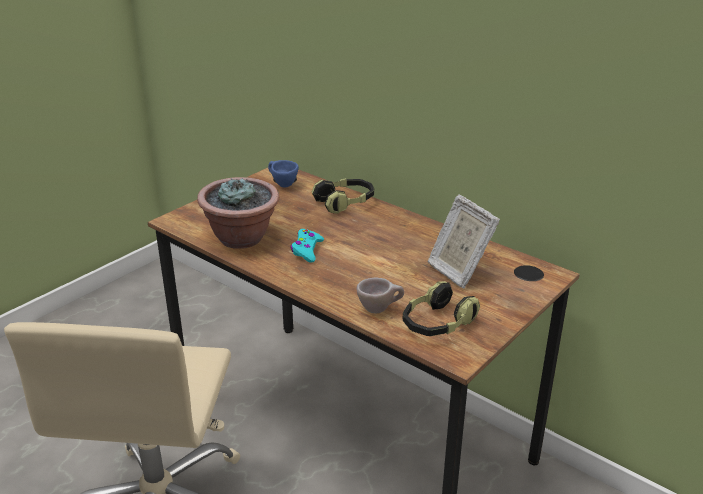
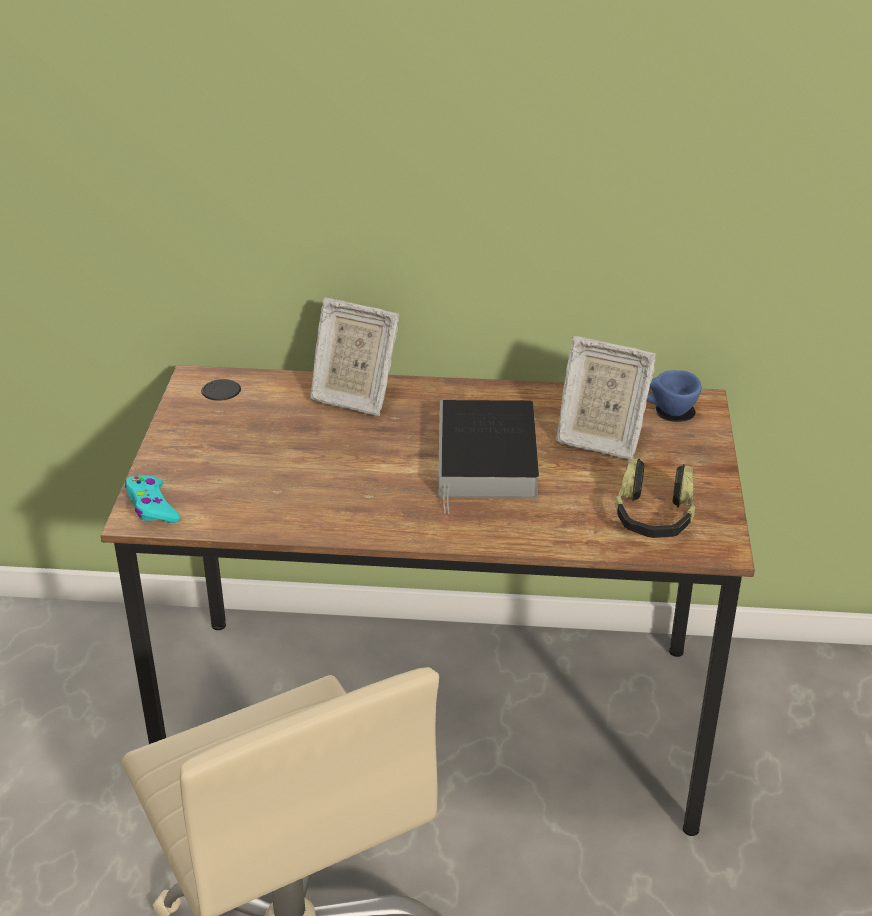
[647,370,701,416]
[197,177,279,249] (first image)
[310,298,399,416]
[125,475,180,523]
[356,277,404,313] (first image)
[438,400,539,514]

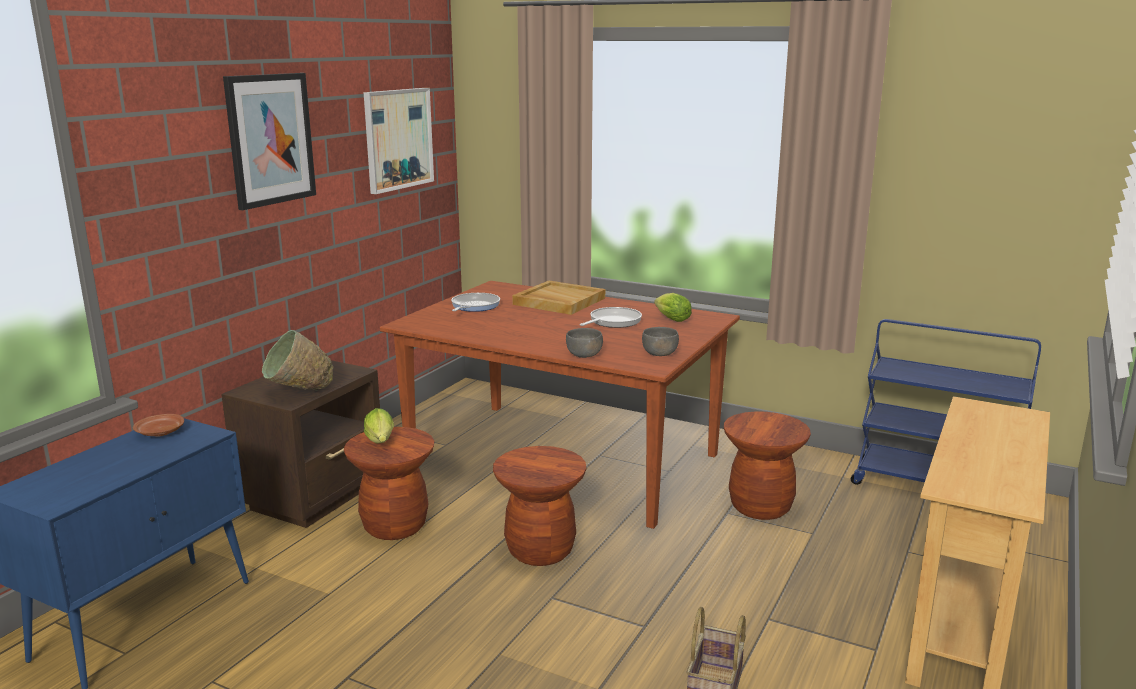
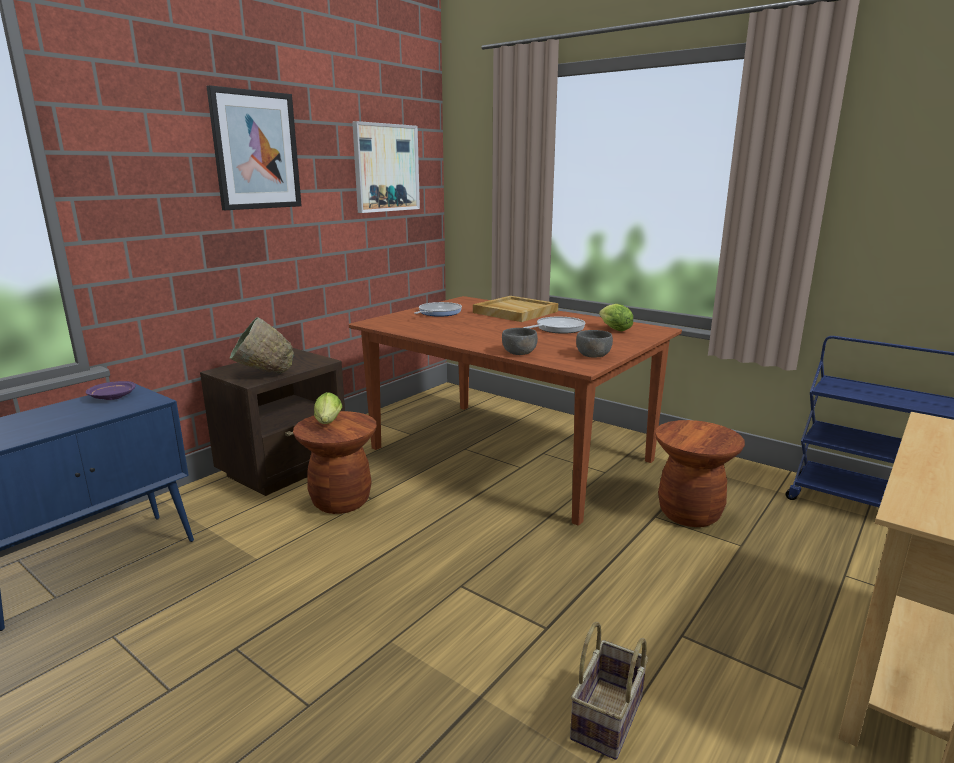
[86,381,136,400]
[493,446,586,566] (first image)

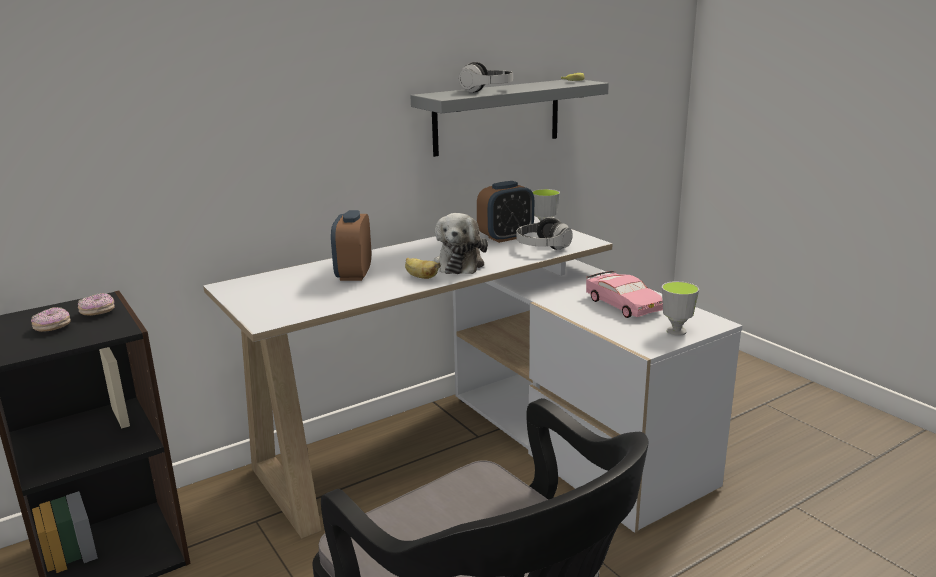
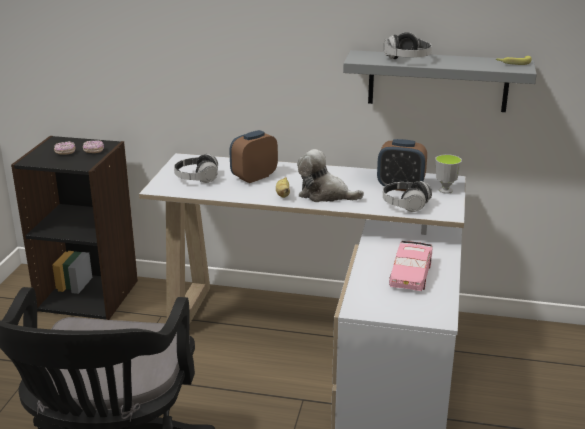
[297,149,364,202]
[662,281,699,336] (first image)
[174,154,219,183]

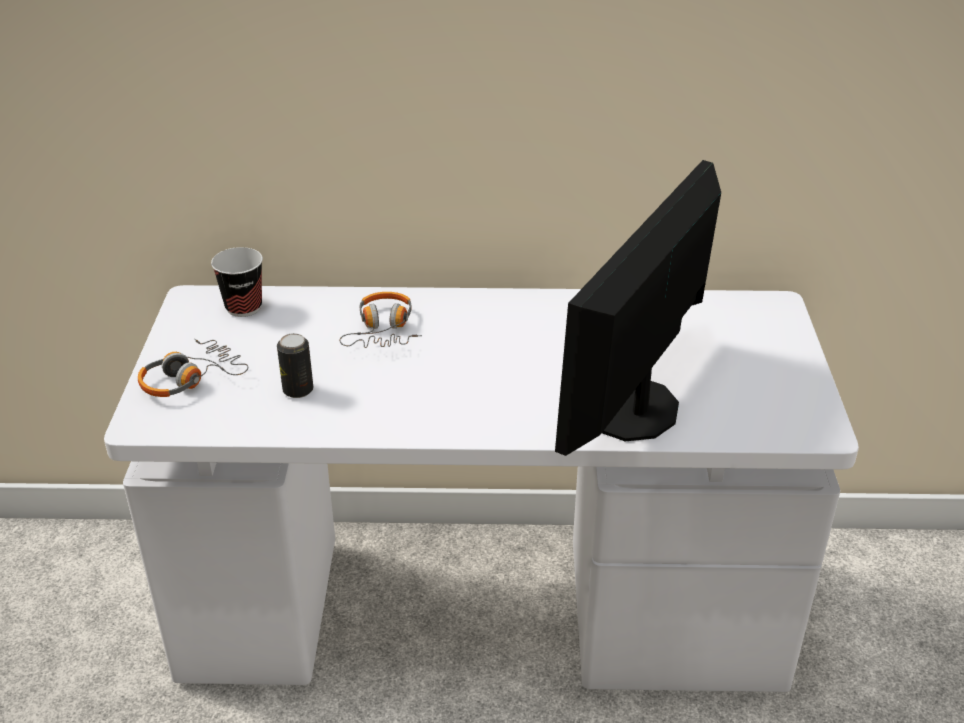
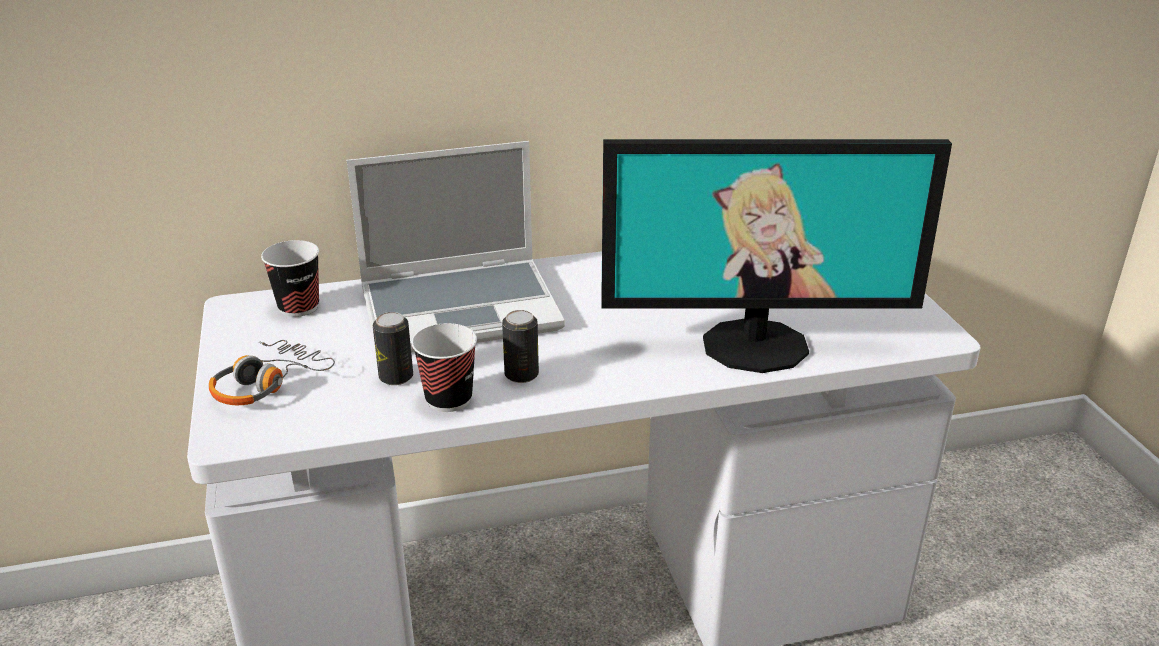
[601,139,952,373]
[347,141,565,353]
[502,310,539,383]
[412,323,477,412]

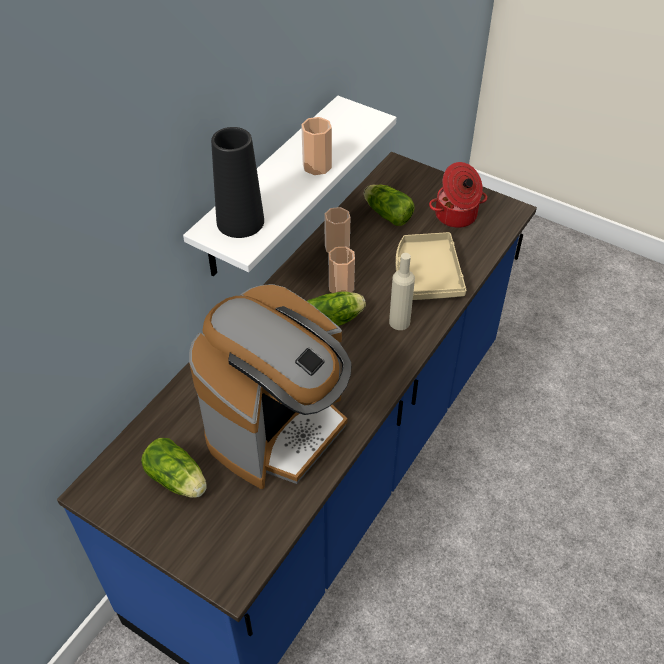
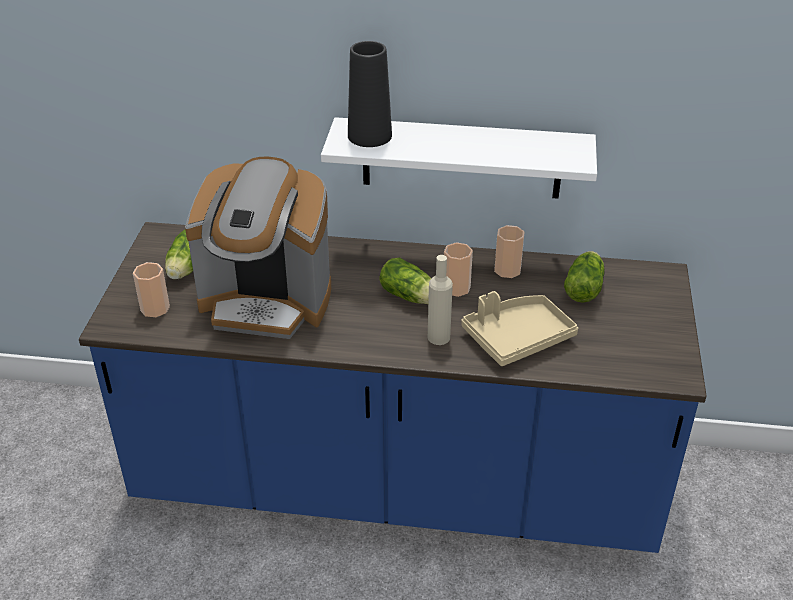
[133,262,170,317]
[429,162,487,228] (first image)

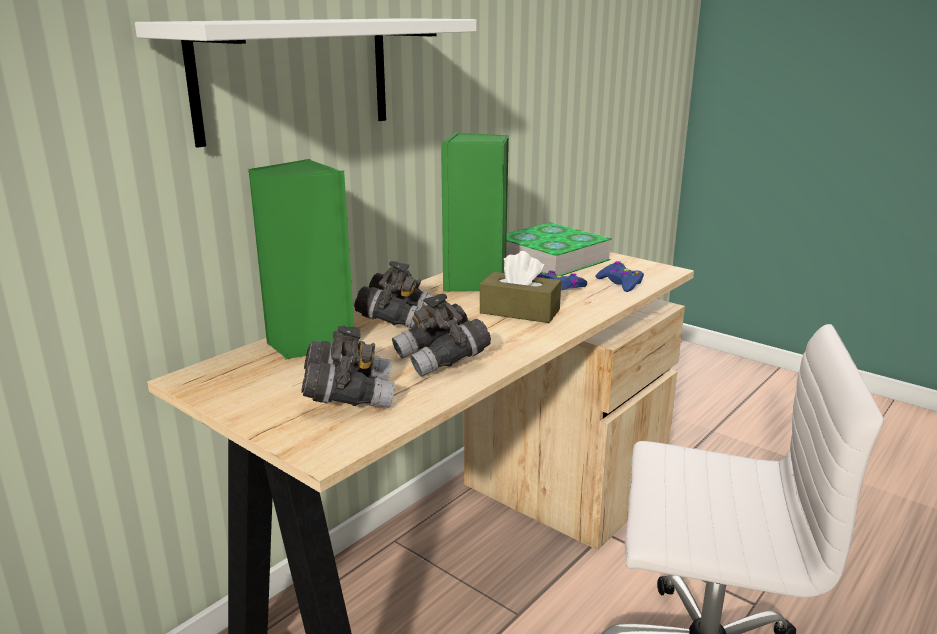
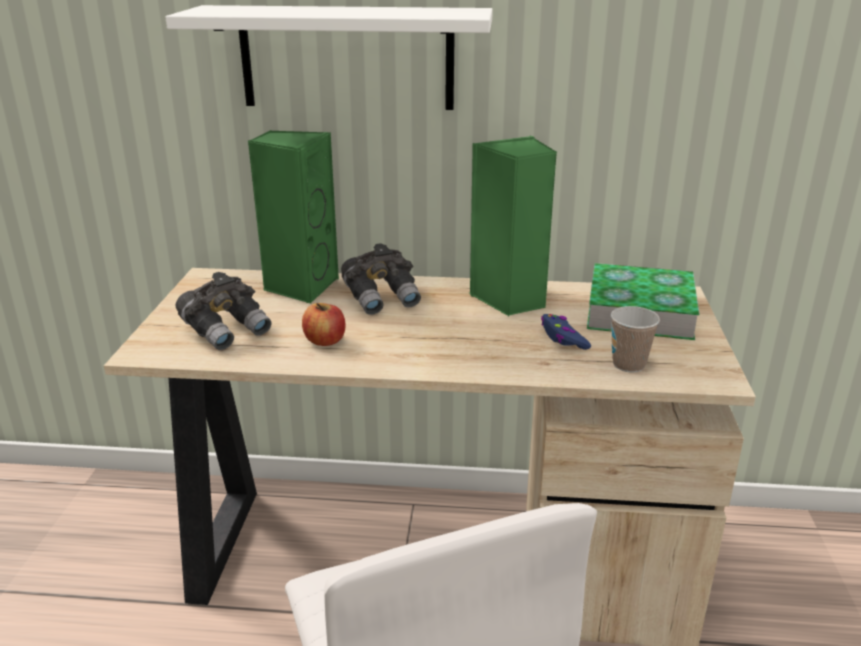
[480,251,561,323] (first image)
[611,306,660,373]
[302,303,346,346]

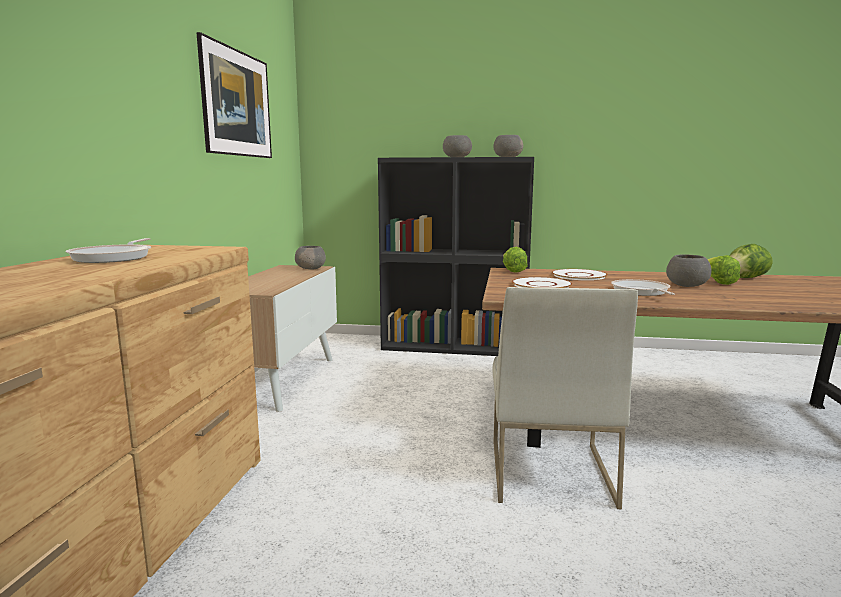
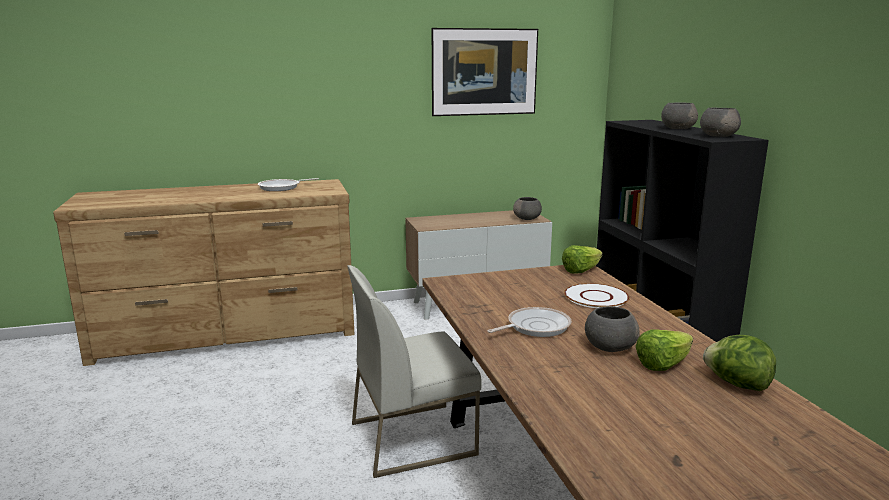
[511,277,572,288] (first image)

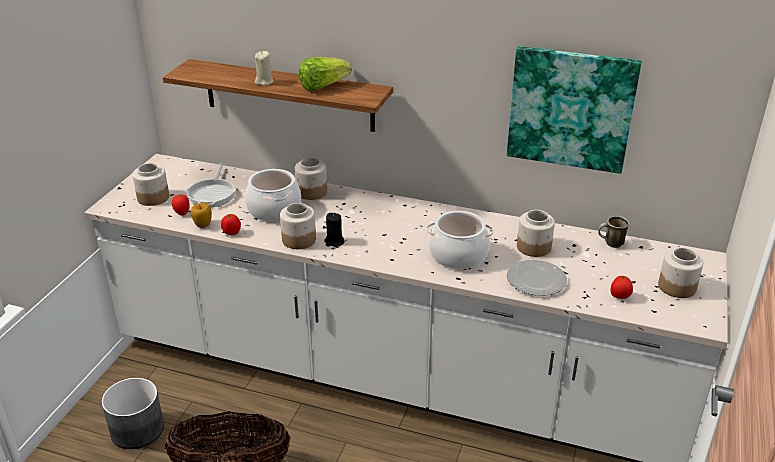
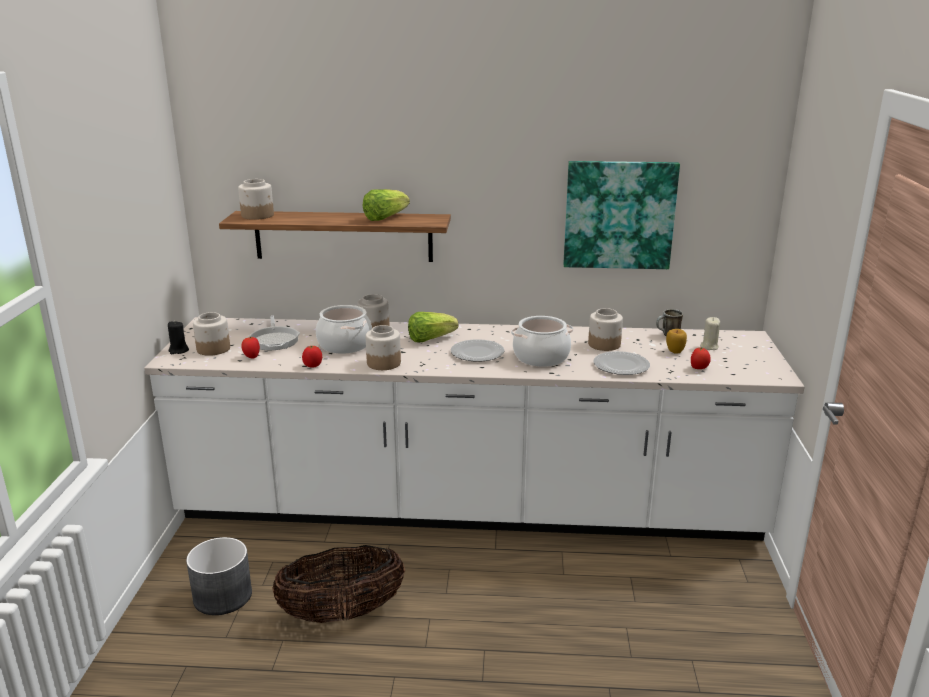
[700,317,720,350]
[666,329,687,354]
[168,321,189,354]
[238,179,274,220]
[408,312,458,342]
[450,339,505,362]

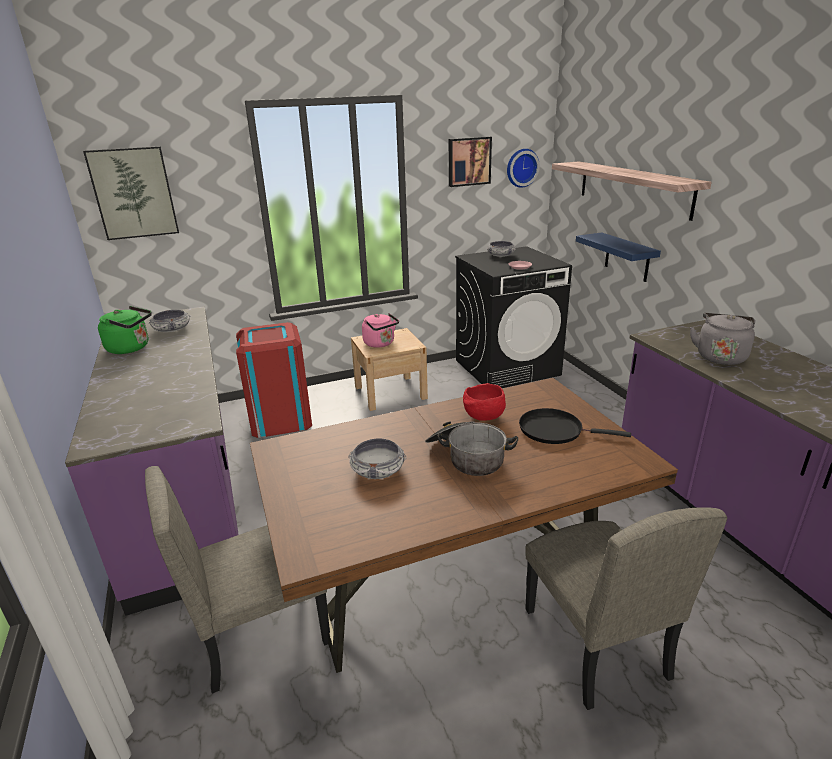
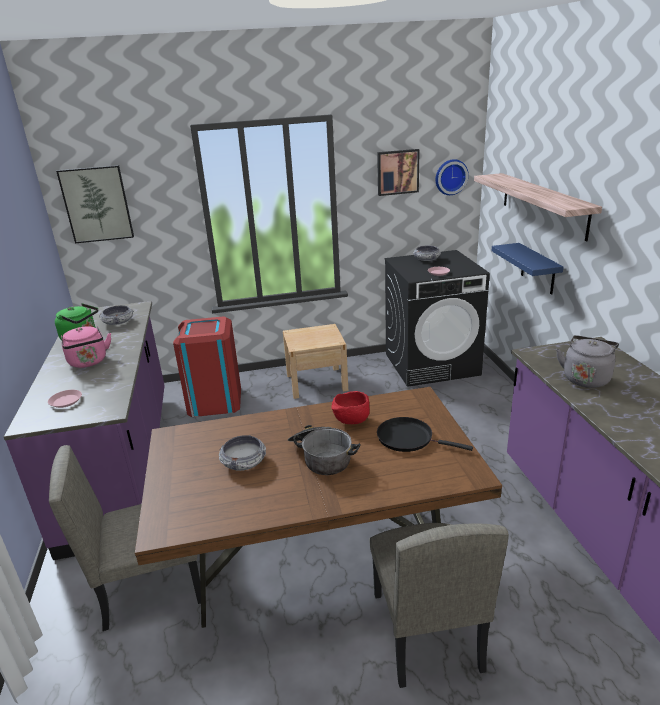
[61,326,111,368]
[48,390,82,408]

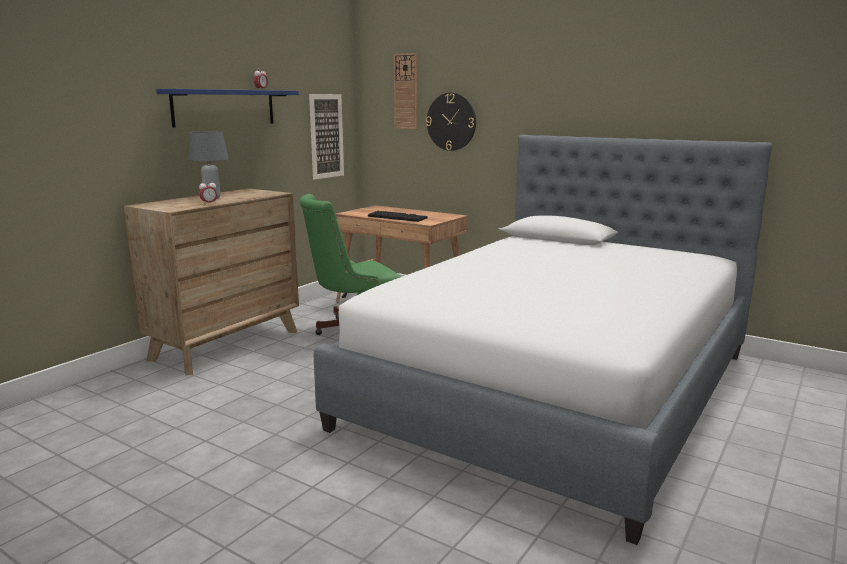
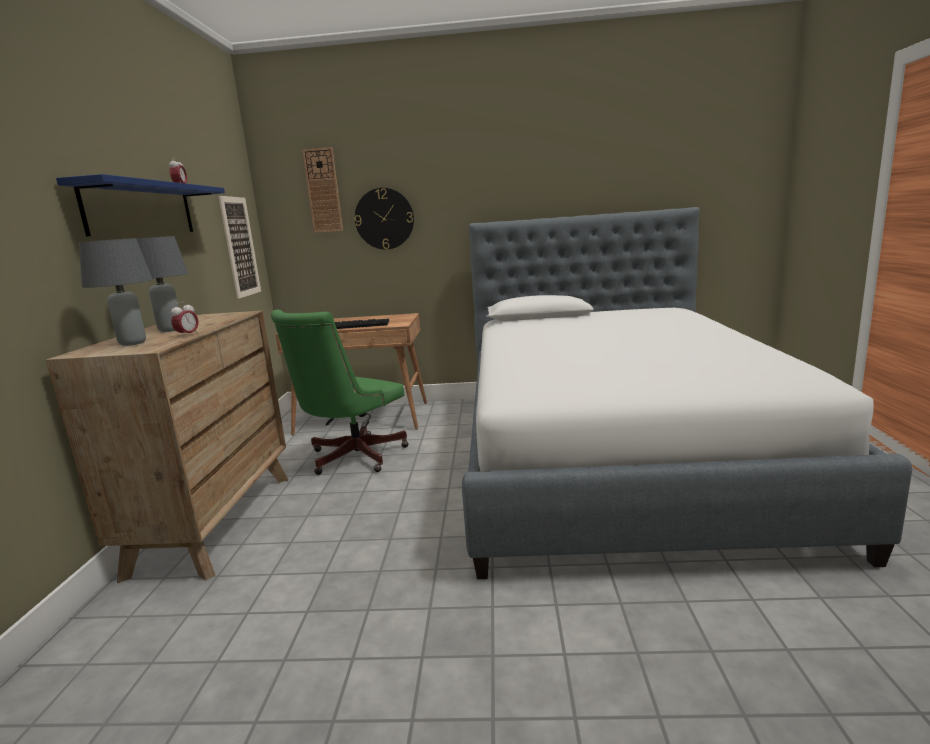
[79,238,153,346]

